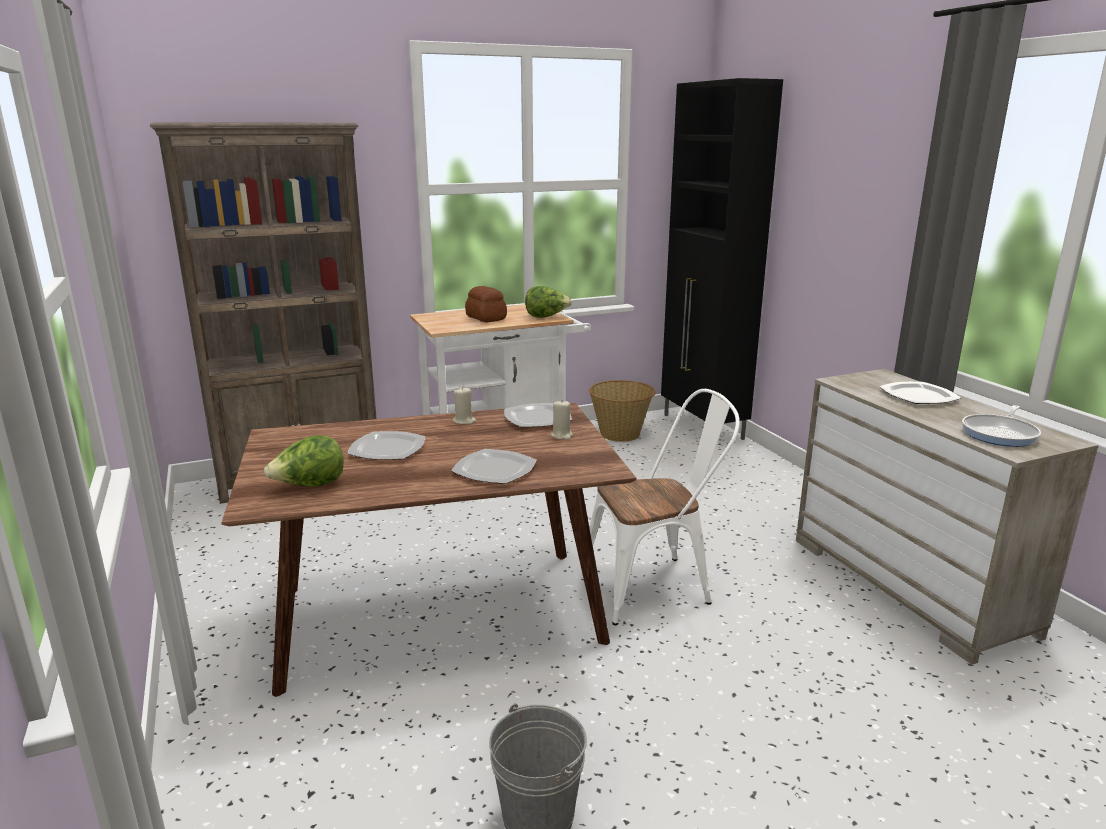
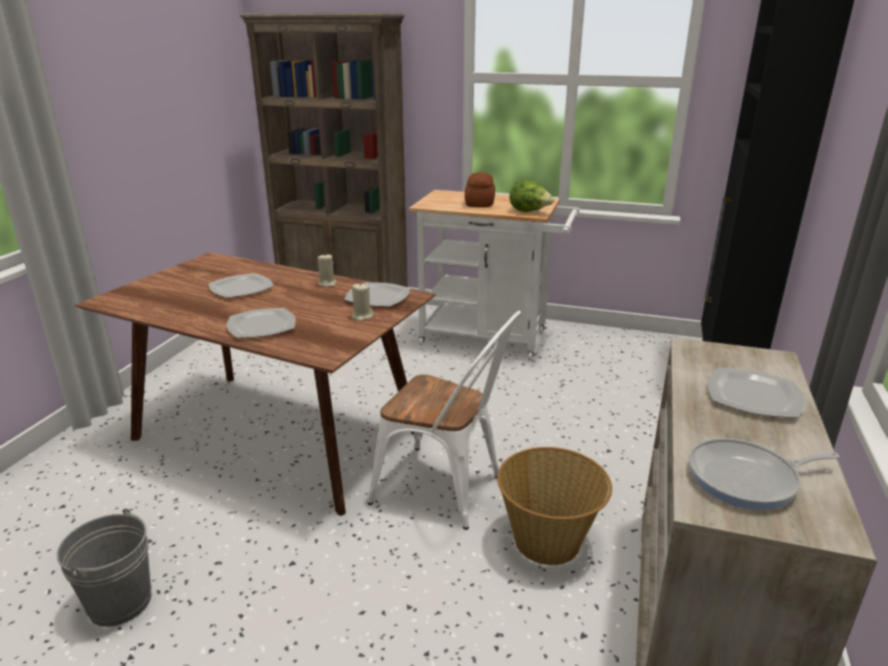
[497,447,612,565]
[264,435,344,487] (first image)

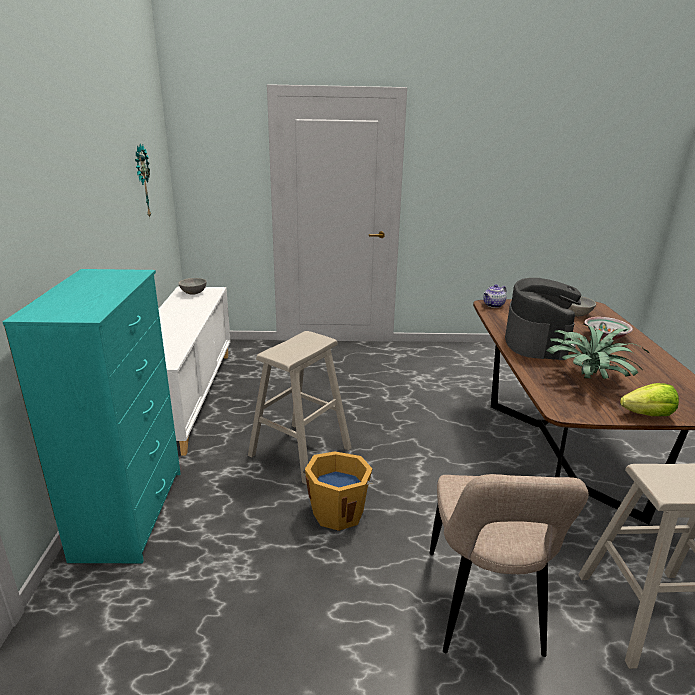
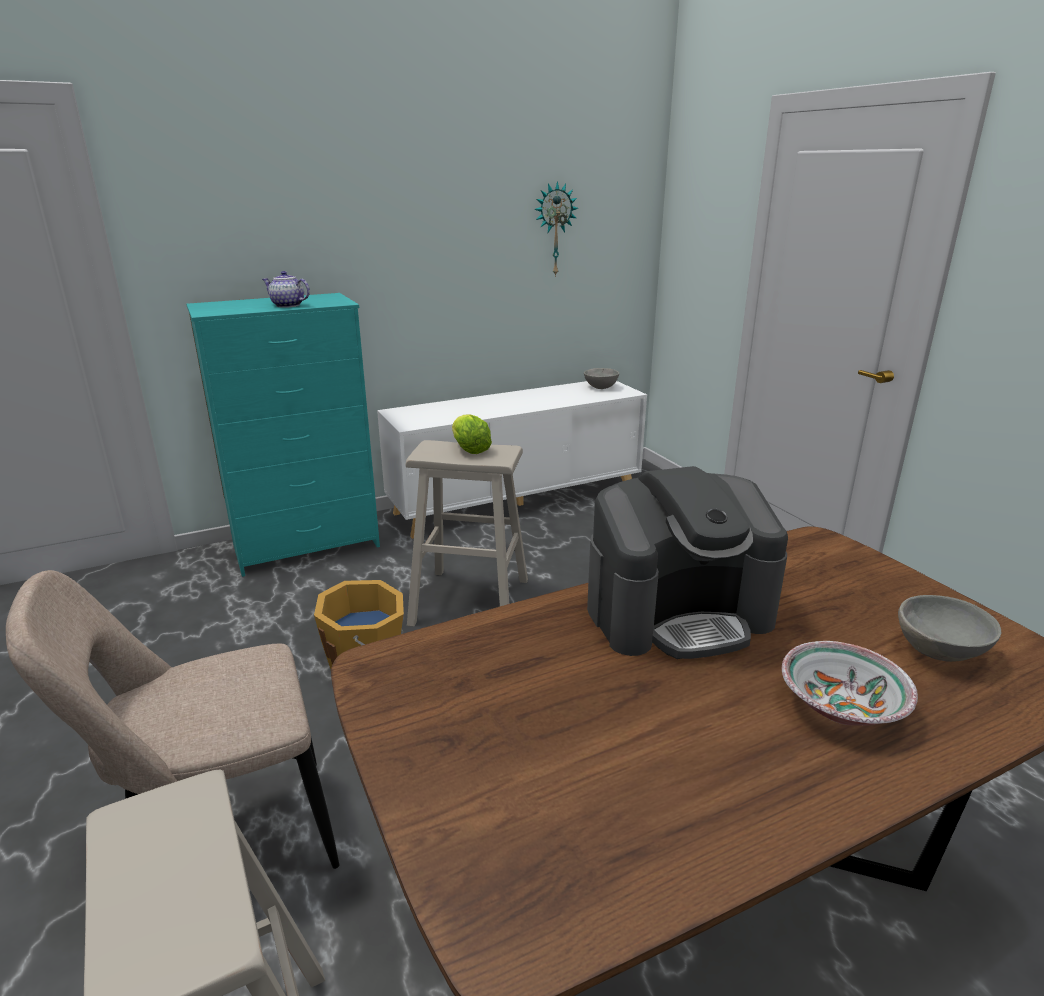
[262,271,310,308]
[546,324,650,379] (first image)
[452,414,492,454]

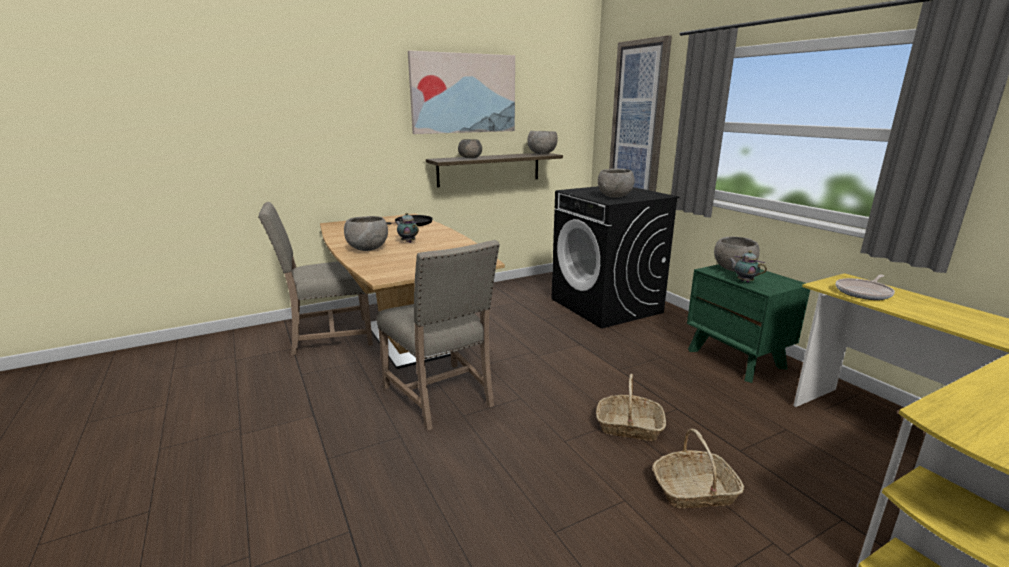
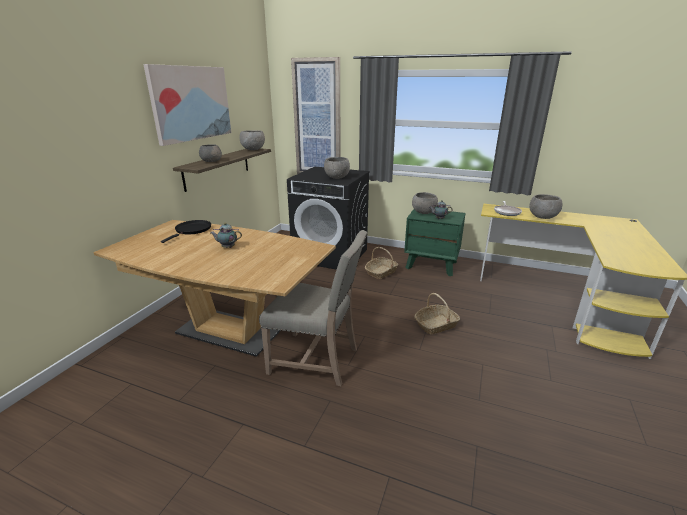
[258,202,373,355] (first image)
[529,194,562,219]
[365,247,399,279]

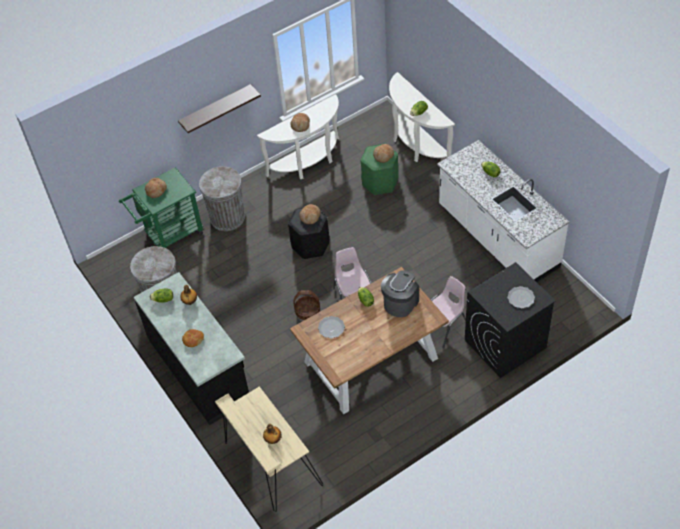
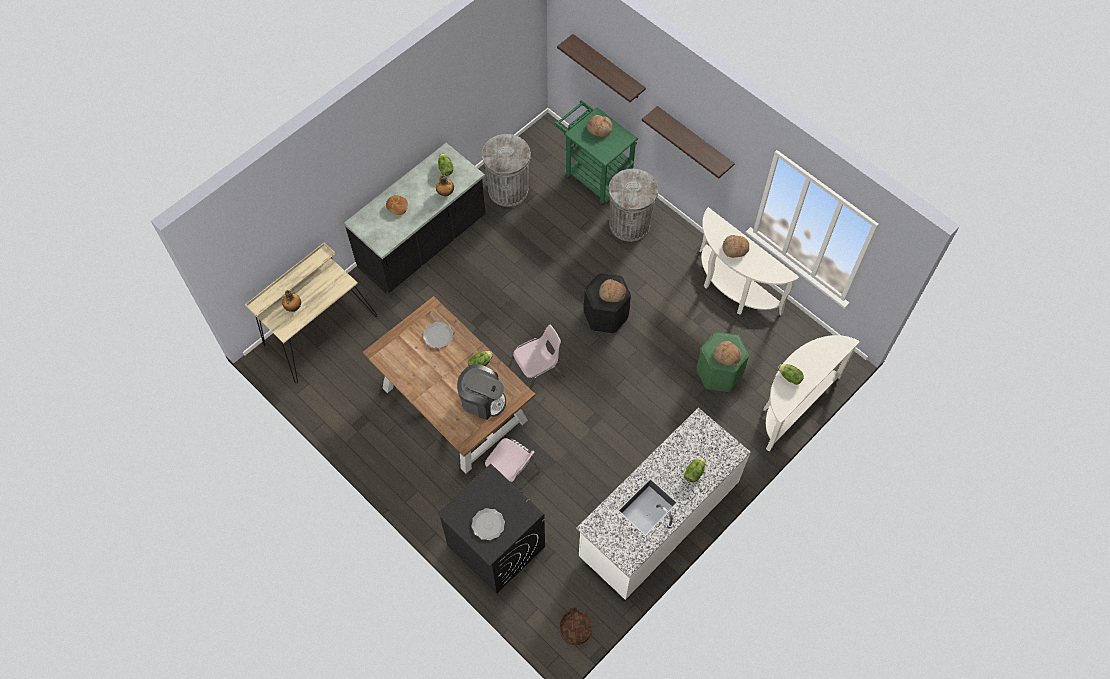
[559,607,592,645]
[557,34,646,102]

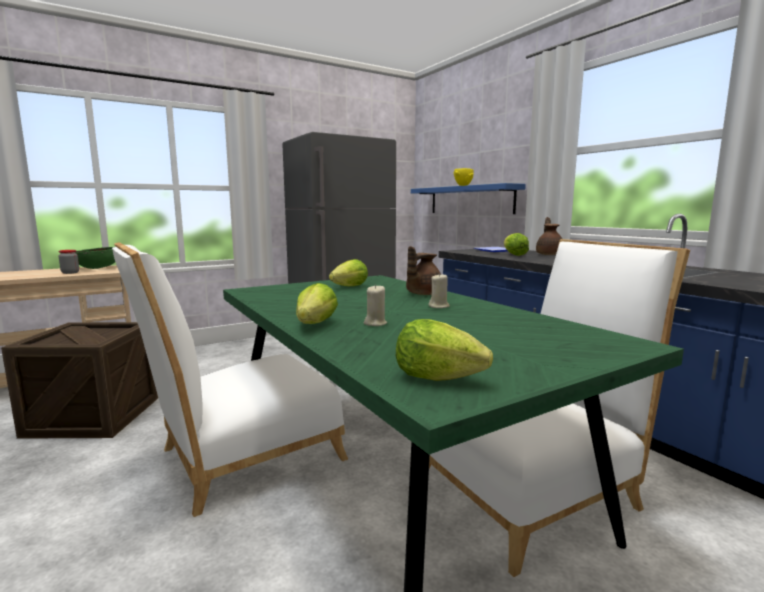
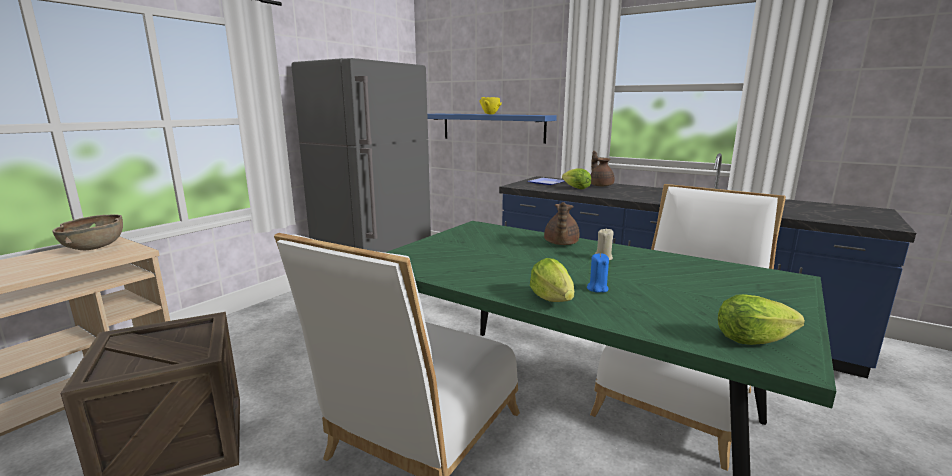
[52,214,123,250]
[58,250,79,274] (first image)
[329,259,368,286] (first image)
[587,253,609,293]

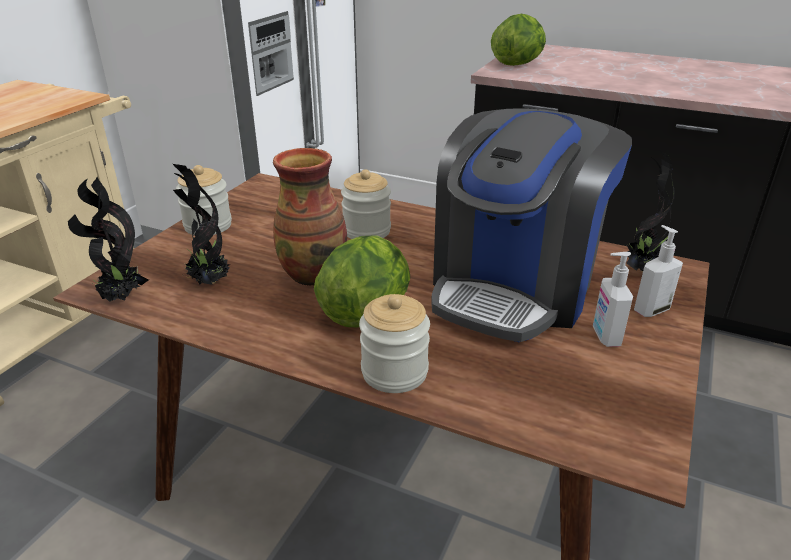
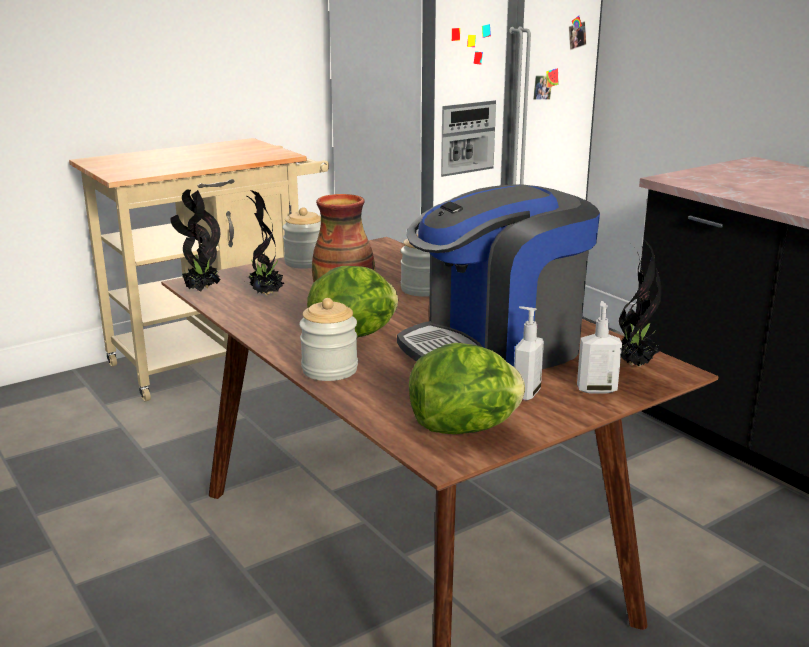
[409,343,525,434]

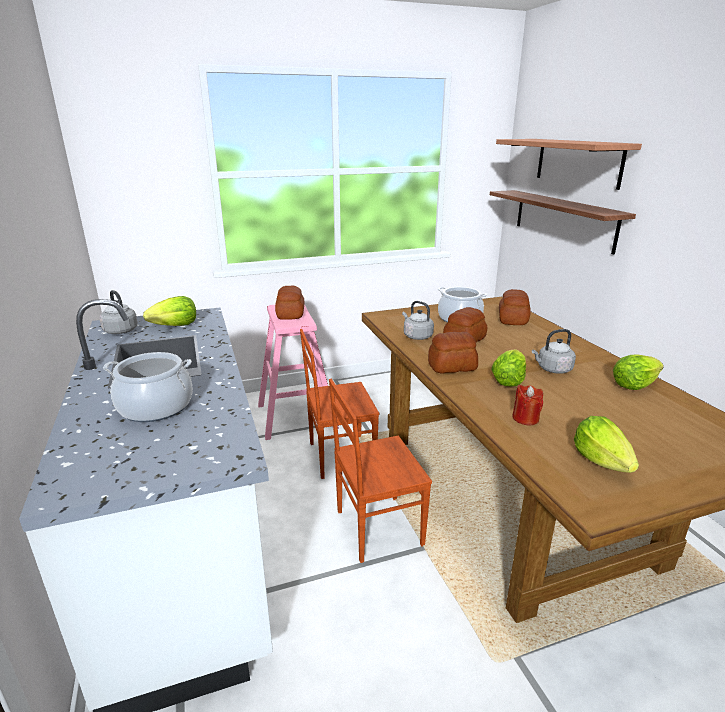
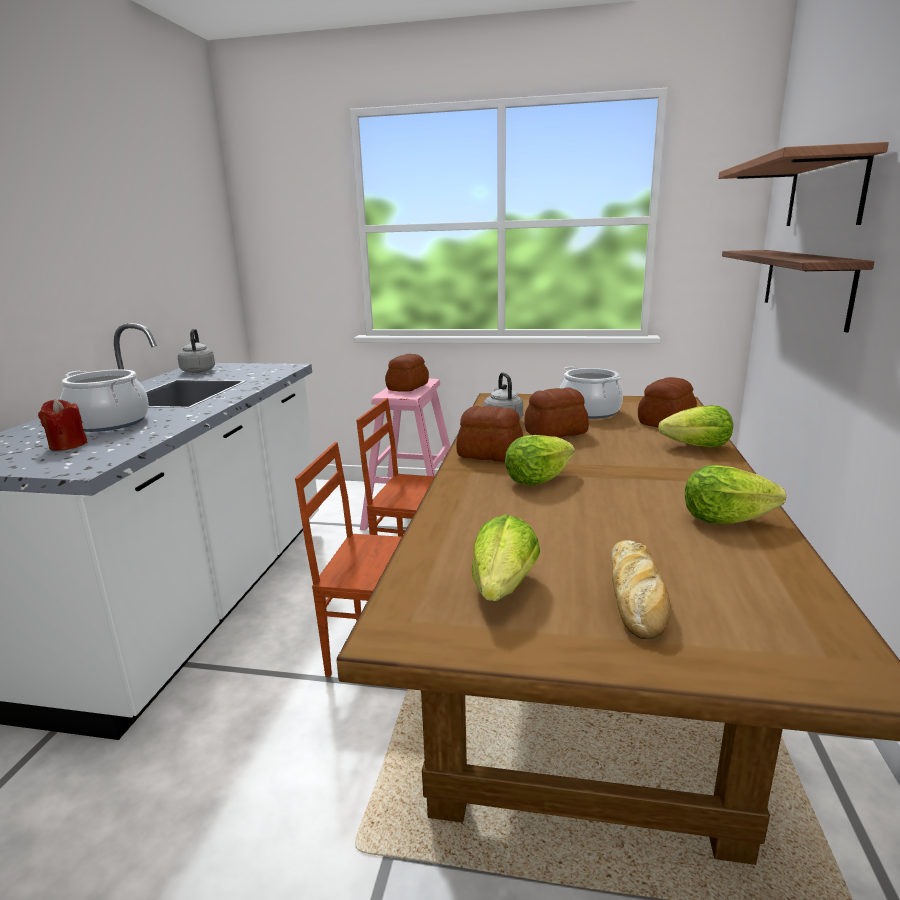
[658,405,733,447]
[532,329,576,374] (first image)
[38,399,88,451]
[611,540,670,639]

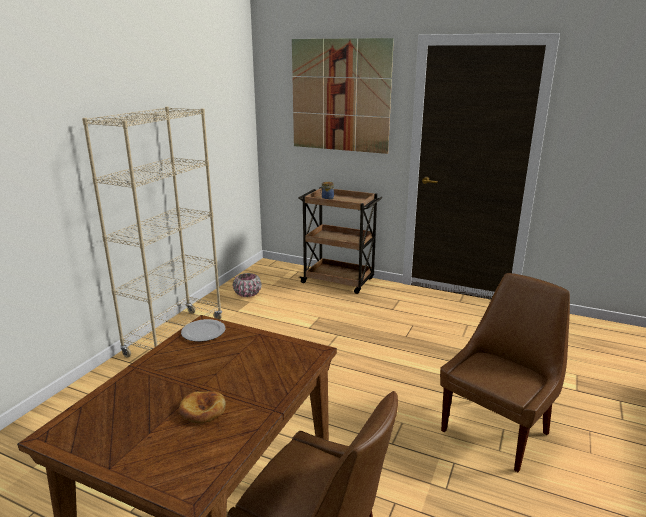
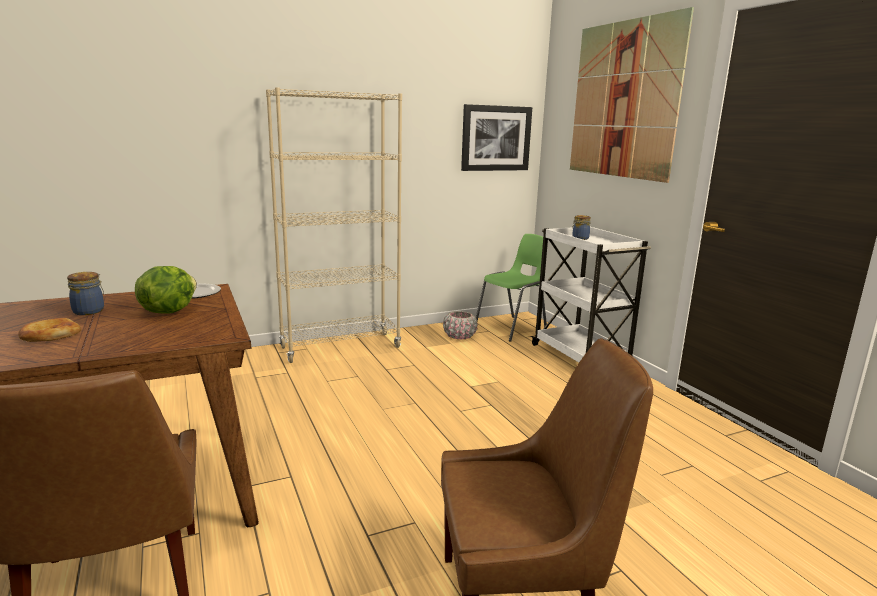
[531,227,651,362]
[461,104,532,171]
[476,234,547,342]
[135,266,197,314]
[67,272,104,315]

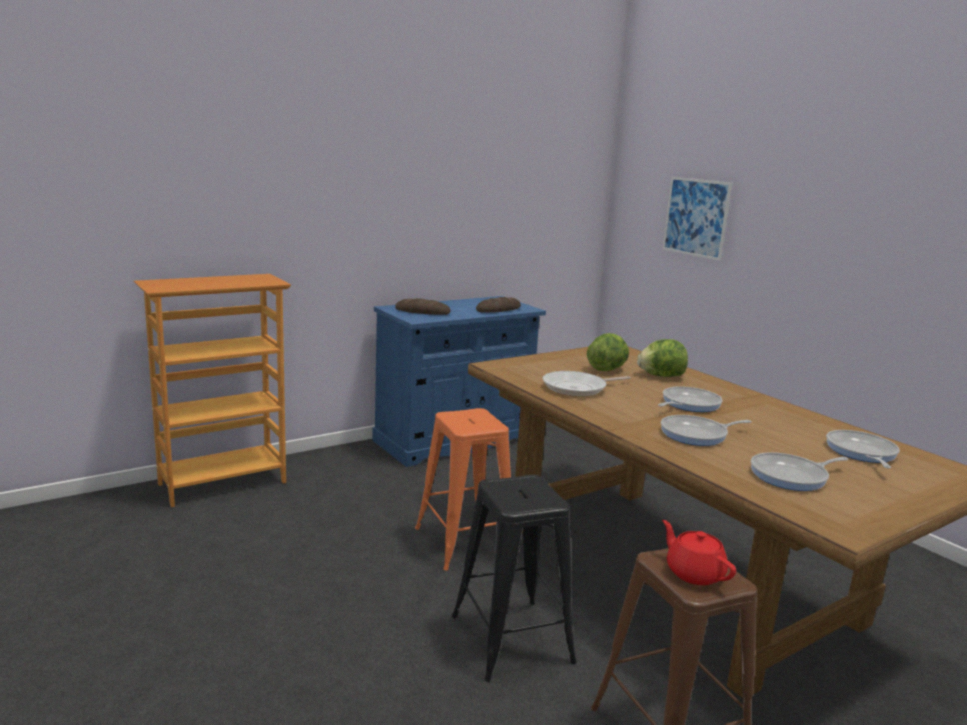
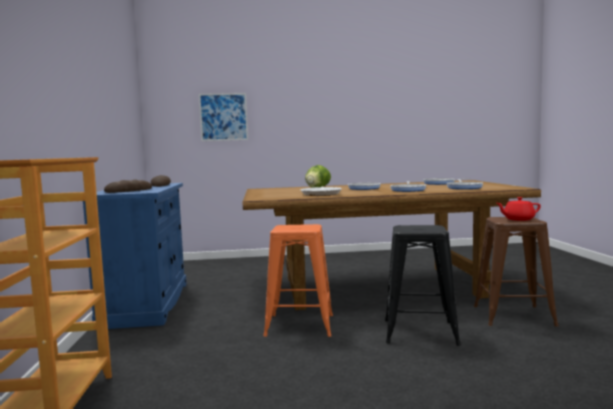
[587,333,629,371] (first image)

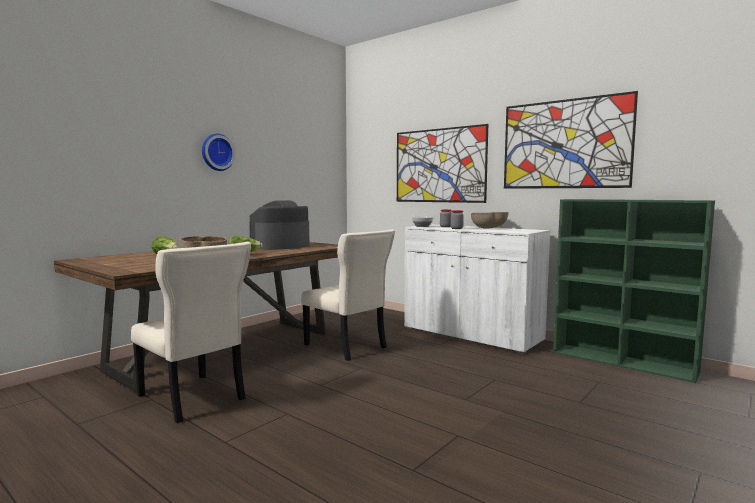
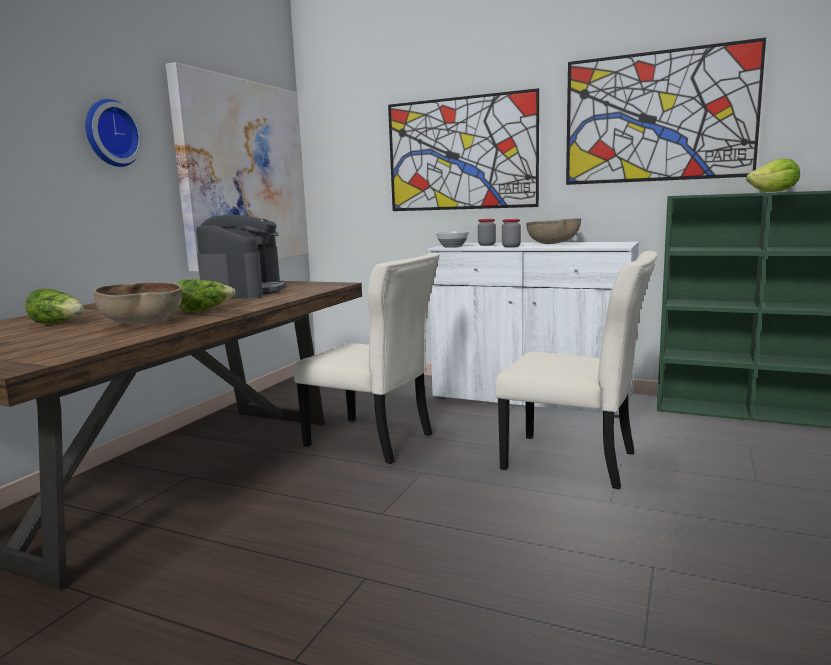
[196,215,286,299]
[496,251,658,489]
[166,62,309,272]
[746,158,800,192]

